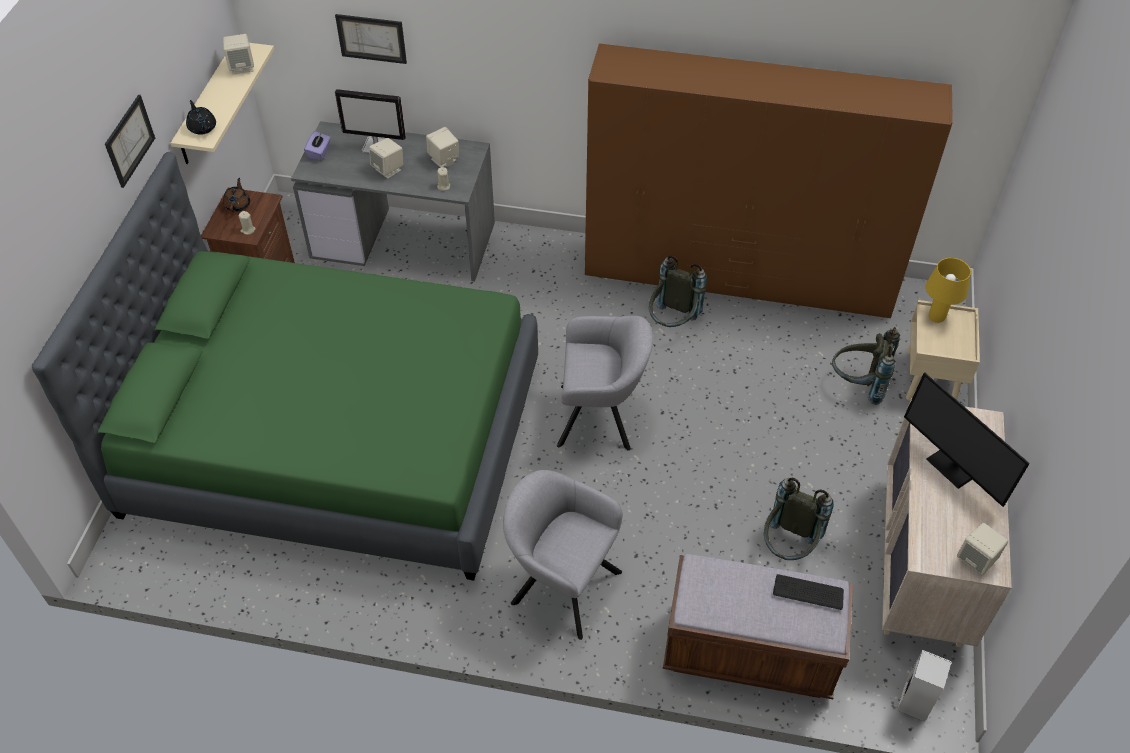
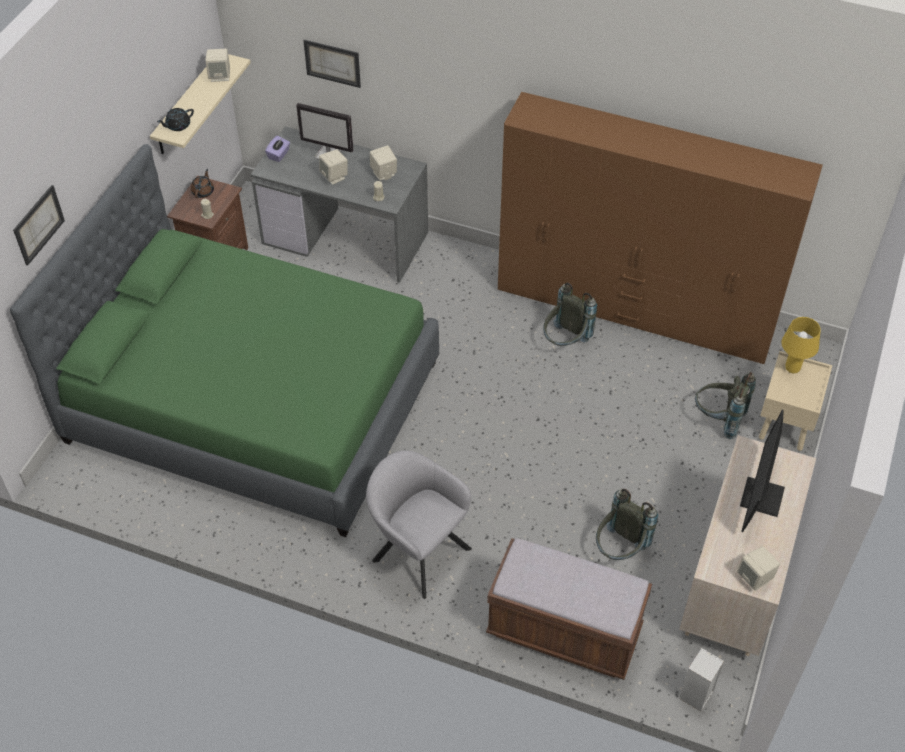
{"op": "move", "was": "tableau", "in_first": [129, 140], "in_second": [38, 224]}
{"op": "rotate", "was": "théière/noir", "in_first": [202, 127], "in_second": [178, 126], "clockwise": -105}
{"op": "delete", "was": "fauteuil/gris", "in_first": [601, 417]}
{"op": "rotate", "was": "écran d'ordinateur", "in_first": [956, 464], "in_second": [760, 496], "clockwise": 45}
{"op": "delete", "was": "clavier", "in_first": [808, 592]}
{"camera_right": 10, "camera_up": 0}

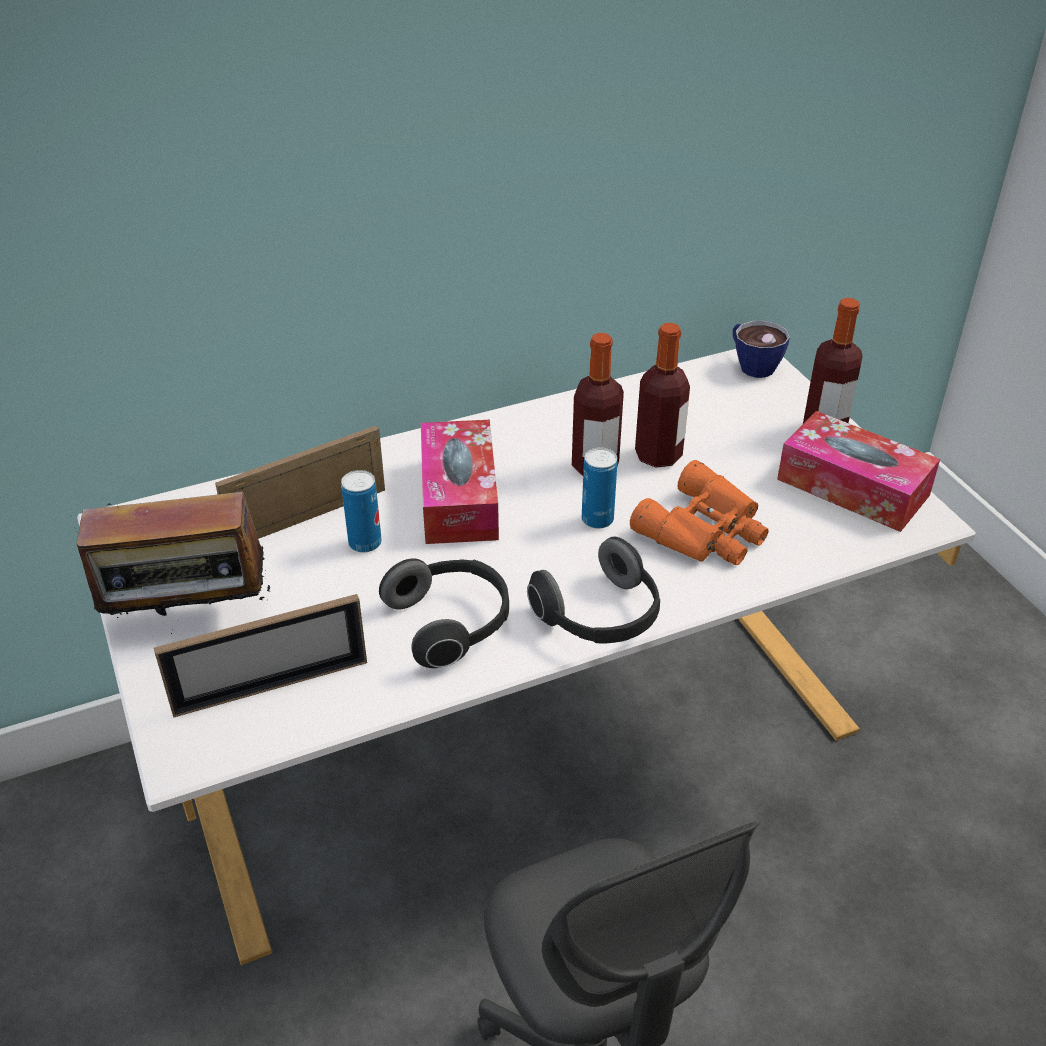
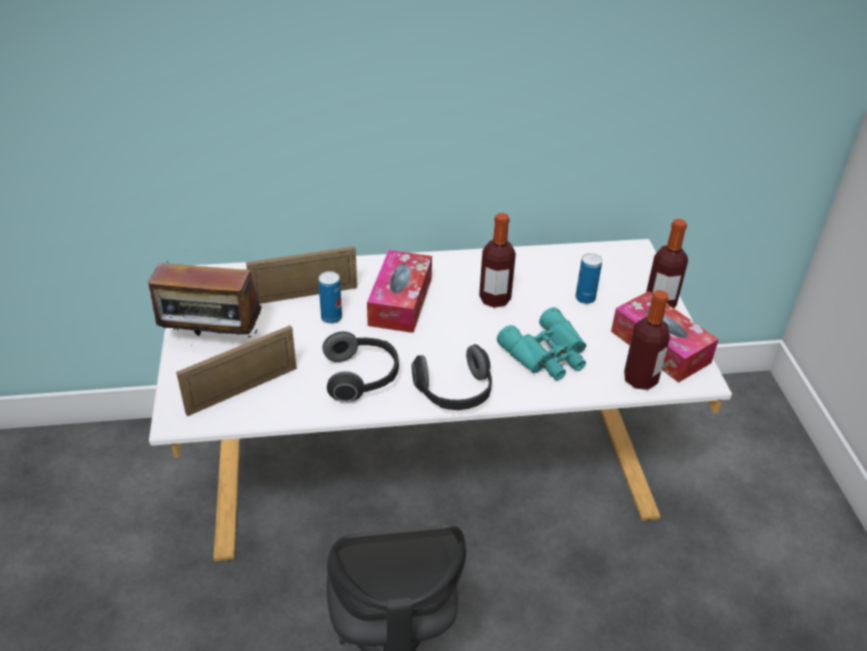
{"op": "delete", "was": "tasse", "in_first": [752, 364]}
{"op": "move", "was": "bouteille", "in_first": [658, 455], "in_second": [640, 379]}
{"op": "move", "was": "boîte métallique", "in_first": [597, 519], "in_second": [585, 298]}
{"op": "recolor", "was": "jumelles/orange", "now": "jumelles/turquoise", "in_first": [706, 531], "in_second": [547, 354]}
{"op": "rotate", "was": "cadre photo", "in_first": [271, 686], "in_second": [242, 390], "clockwise": 150}
{"camera_right": 15, "camera_up": 0}

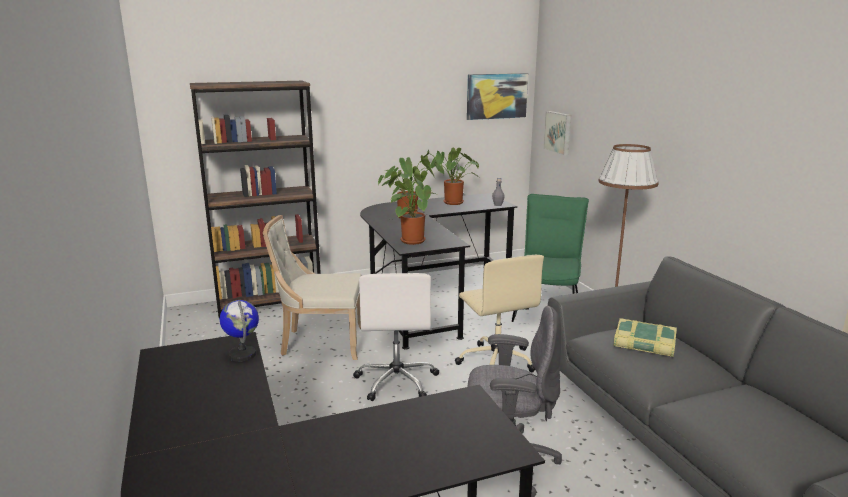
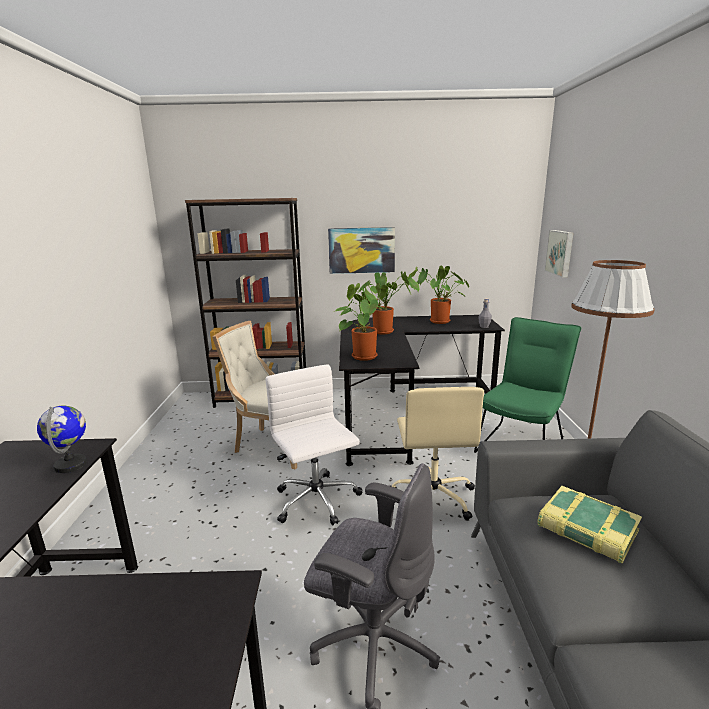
{"op": "move", "was": "tableau", "in_first": [496, 96], "in_second": [361, 250]}
{"op": "rotate", "was": "chaise de bureau/blanc", "in_first": [397, 381], "in_second": [317, 501], "clockwise": 135}
{"camera_right": 20, "camera_up": 0}

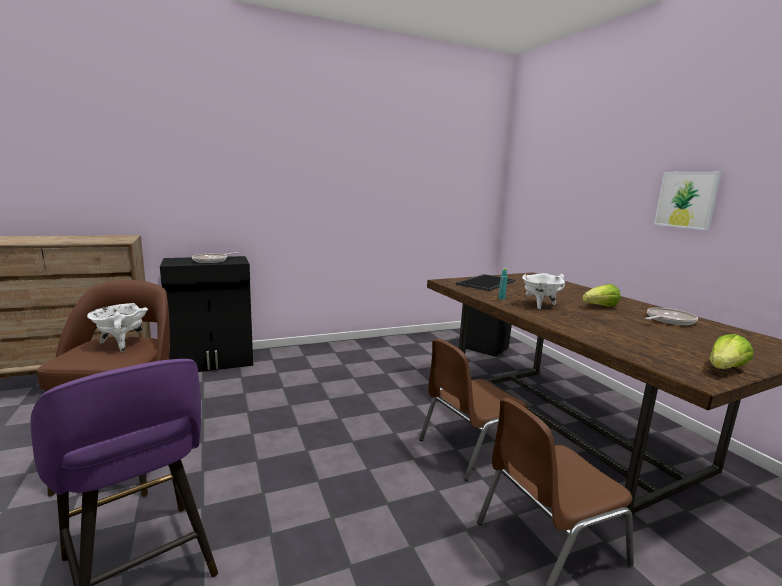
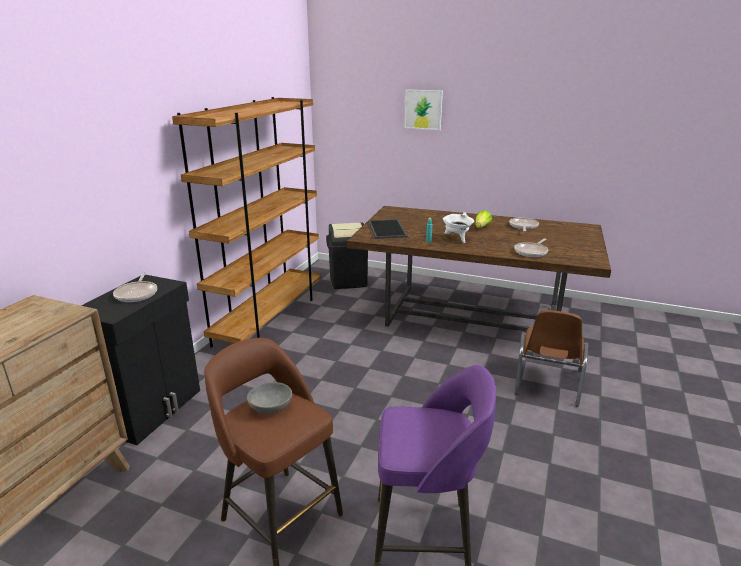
{"op": "move", "was": "tableau", "in_first": [686, 200], "in_second": [423, 109]}
{"op": "replace", "was": "marmite/blanc", "now": "bol/gris", "in_first": [121, 344], "in_second": [271, 407]}
{"op": "delete", "was": "laitue", "in_first": [725, 369]}
{"op": "delete", "was": "chaise/marron", "in_first": [470, 447]}
{"op": "insert", "now": "bibliothèque/marron", "in_second": [269, 317]}
{"op": "insert", "now": "poêle", "in_second": [531, 252]}
{"camera_right": -45, "camera_up": 10}

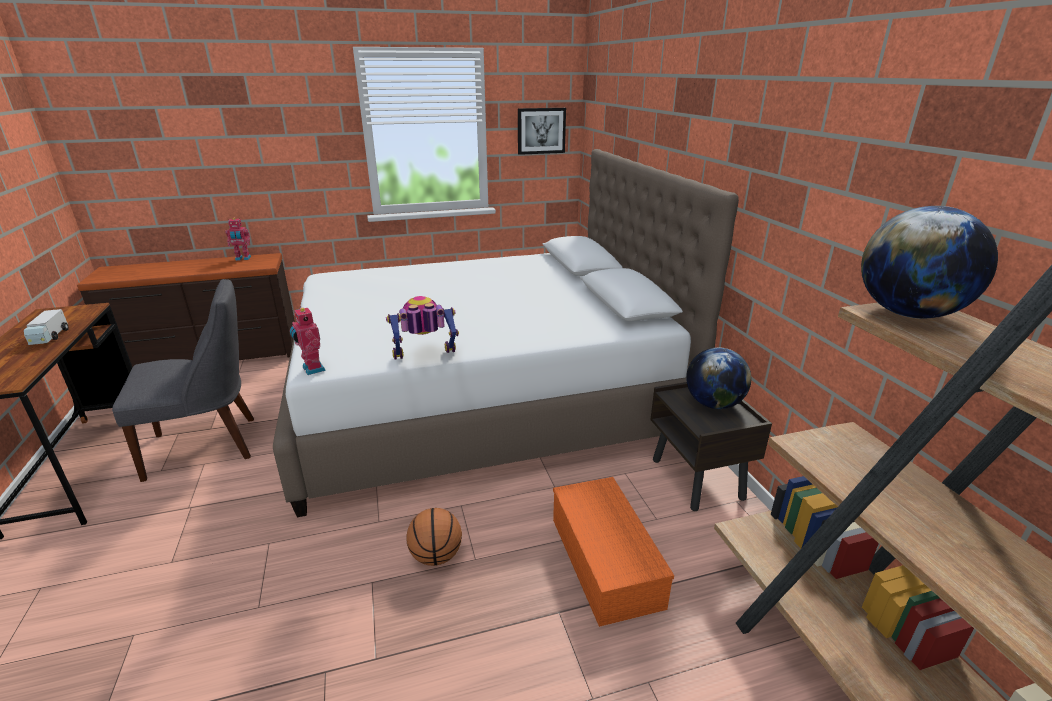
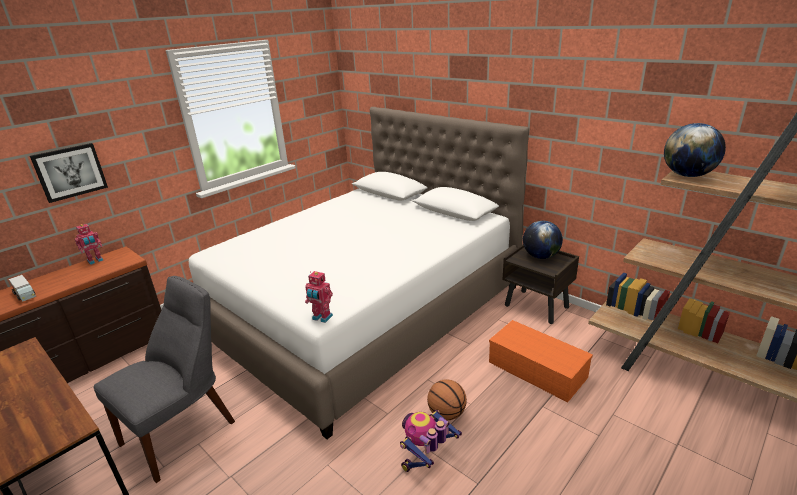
{"op": "move", "was": "tableau", "in_first": [541, 131], "in_second": [70, 172]}
{"op": "move", "was": "robot jouet", "in_first": [425, 359], "in_second": [427, 458]}
{"op": "move", "was": "camion jouet", "in_first": [50, 337], "in_second": [25, 295]}
{"camera_right": -30, "camera_up": 0}

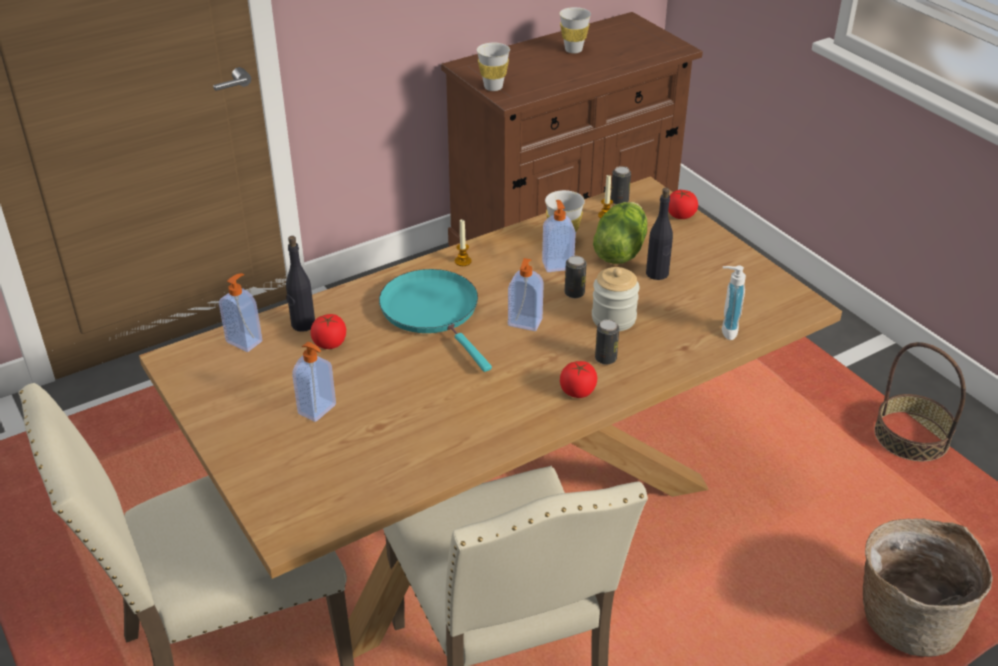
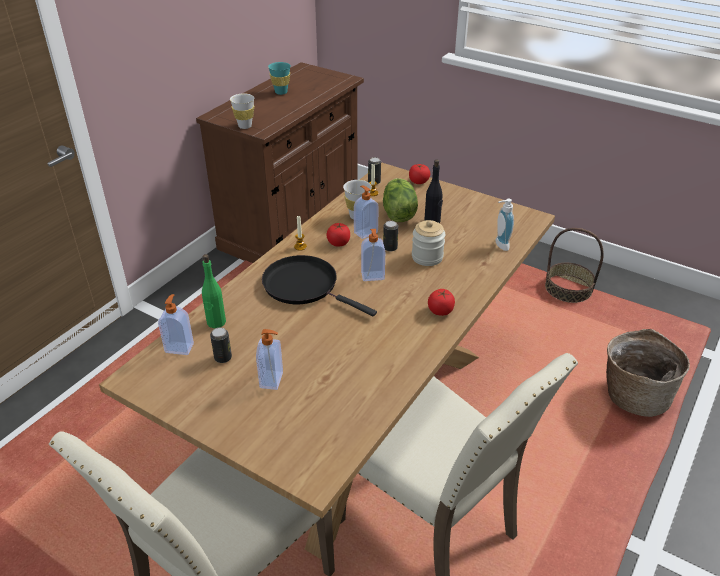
{"op": "recolor", "was": "tasse/blanc", "now": "tasse/turquoise", "in_first": [573, 50], "in_second": [281, 92]}
{"op": "recolor", "was": "bouteille/noir", "now": "bouteille/vert", "in_first": [303, 324], "in_second": [216, 322]}
{"op": "recolor", "was": "poêle/turquoise", "now": "poêle/noir", "in_first": [433, 311], "in_second": [305, 286]}
{"op": "move", "was": "tomate", "in_first": [330, 343], "in_second": [338, 243]}
{"op": "move", "was": "boîte métallique", "in_first": [605, 358], "in_second": [223, 358]}
{"camera_right": -25, "camera_up": 0}

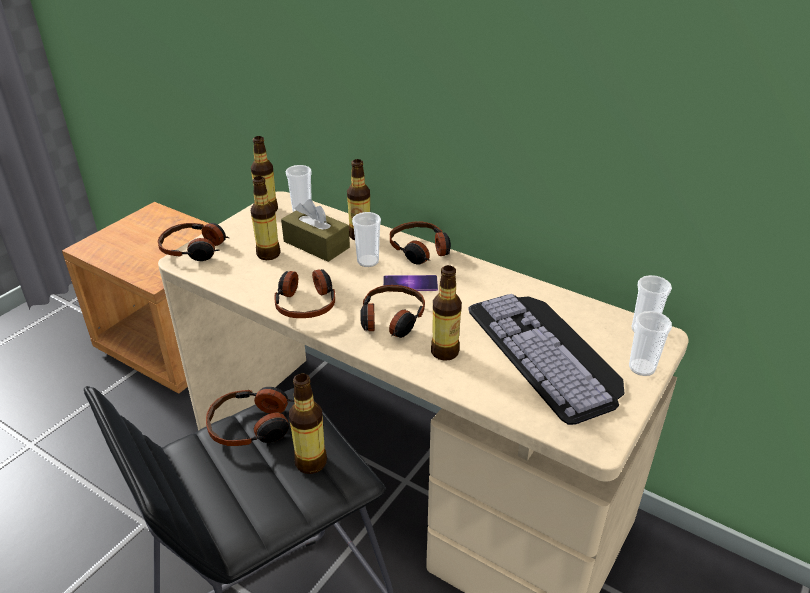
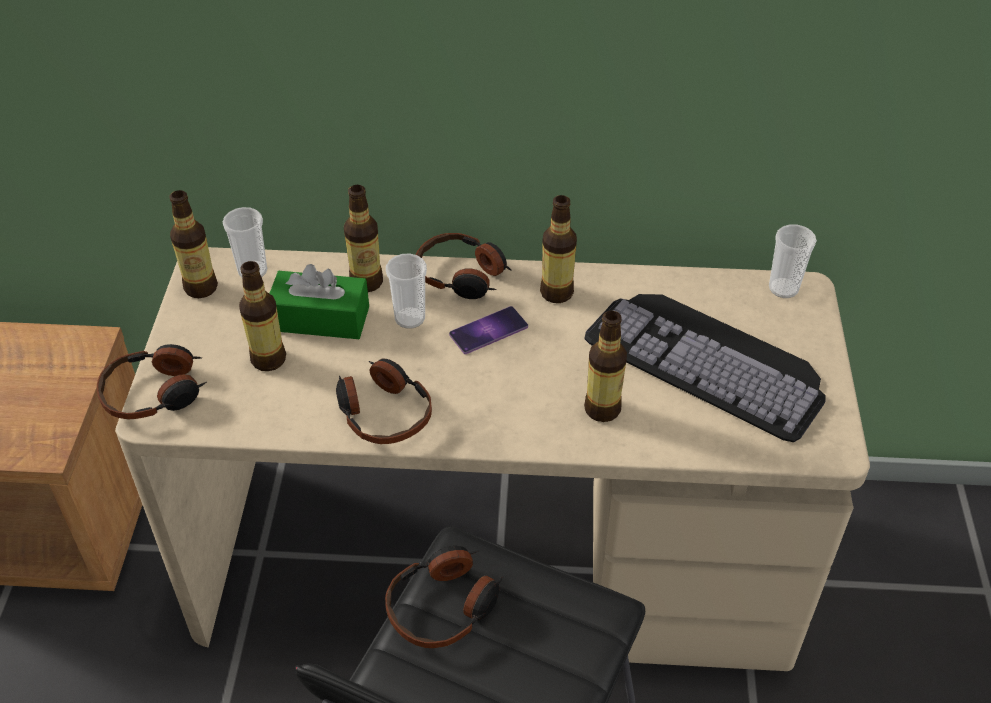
{"op": "recolor", "was": "boîte à mouchoirs/marron", "now": "boîte à mouchoirs/vert", "in_first": [316, 244], "in_second": [320, 318]}
{"op": "delete", "was": "casque audio", "in_first": [391, 320]}
{"op": "delete", "was": "tasse", "in_first": [642, 367]}
{"op": "move", "was": "bouteille", "in_first": [310, 462], "in_second": [556, 293]}
{"camera_right": -30, "camera_up": 10}

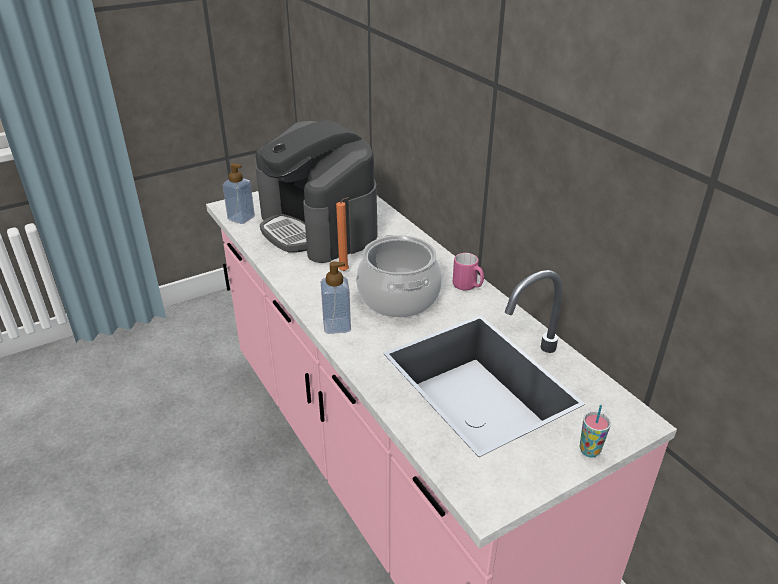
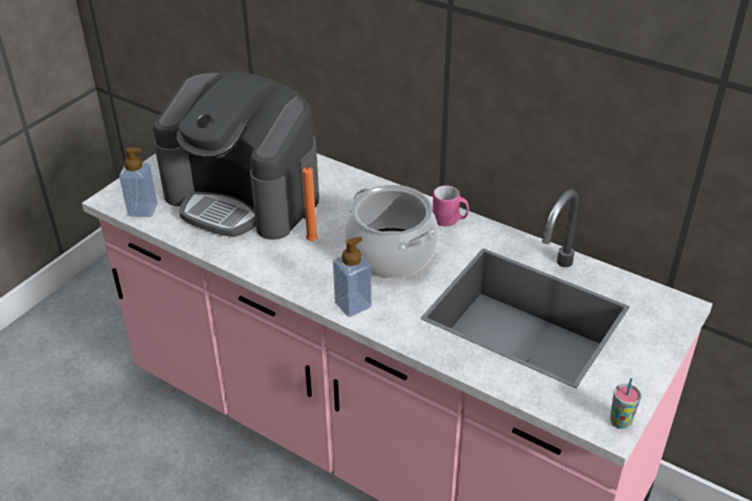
{"op": "move", "was": "tasse", "in_first": [589, 450], "in_second": [620, 422]}
{"camera_right": -25, "camera_up": 5}

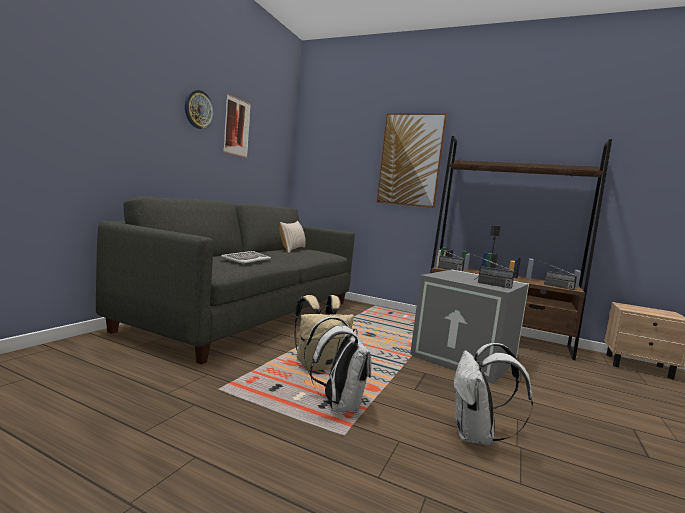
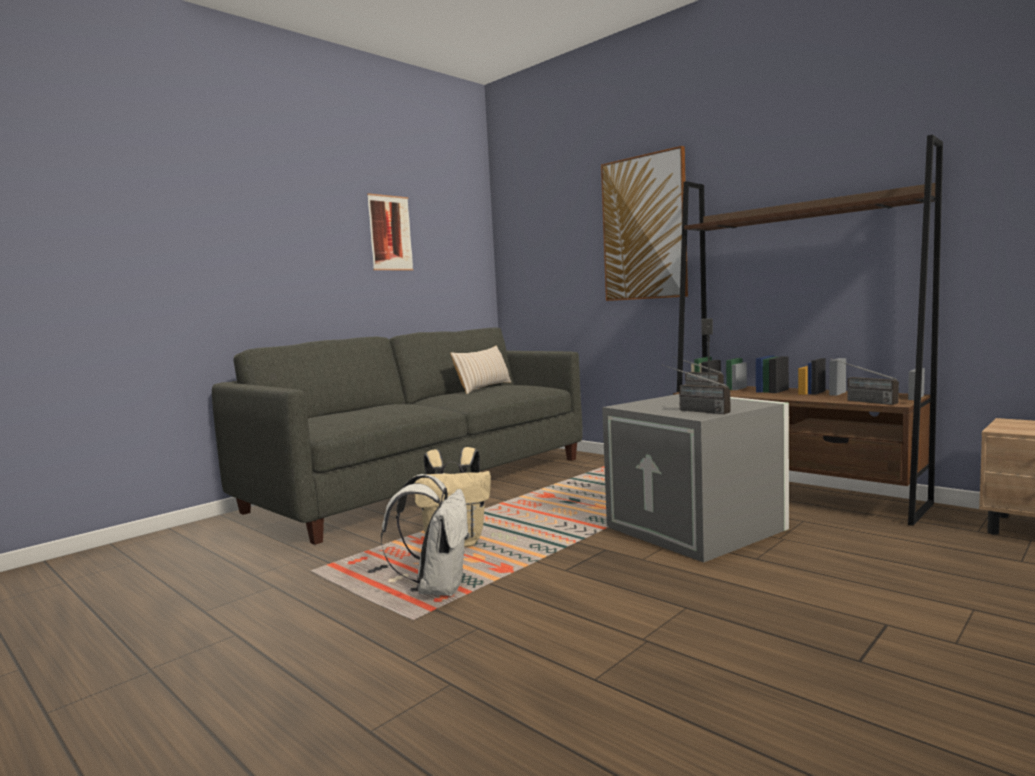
{"op": "delete", "was": "horloge murale", "in_first": [198, 109]}
{"op": "delete", "was": "clavier", "in_first": [246, 260]}
{"op": "delete", "was": "sac à dos/blanc", "in_first": [476, 437]}
{"camera_right": 20, "camera_up": 0}

